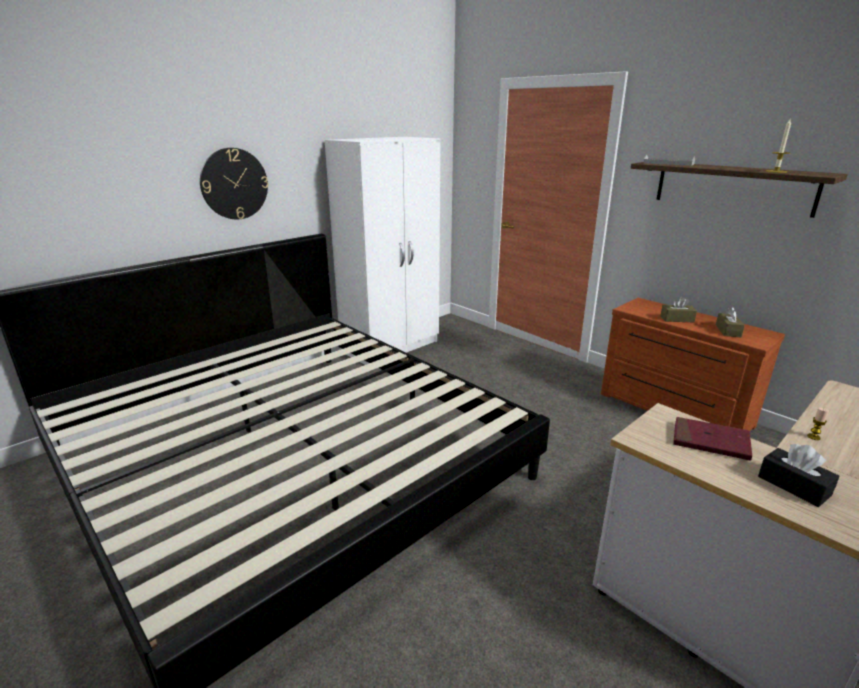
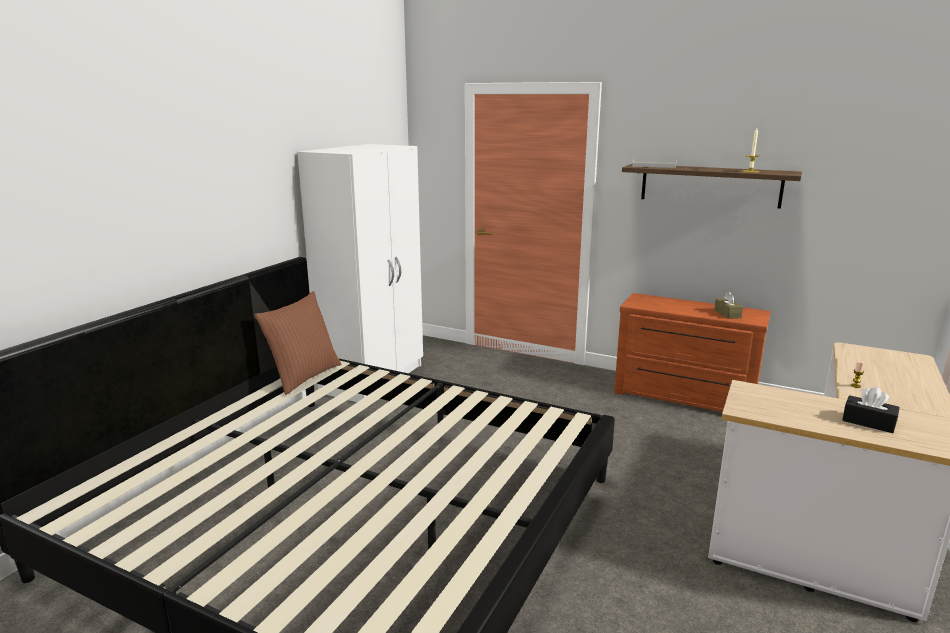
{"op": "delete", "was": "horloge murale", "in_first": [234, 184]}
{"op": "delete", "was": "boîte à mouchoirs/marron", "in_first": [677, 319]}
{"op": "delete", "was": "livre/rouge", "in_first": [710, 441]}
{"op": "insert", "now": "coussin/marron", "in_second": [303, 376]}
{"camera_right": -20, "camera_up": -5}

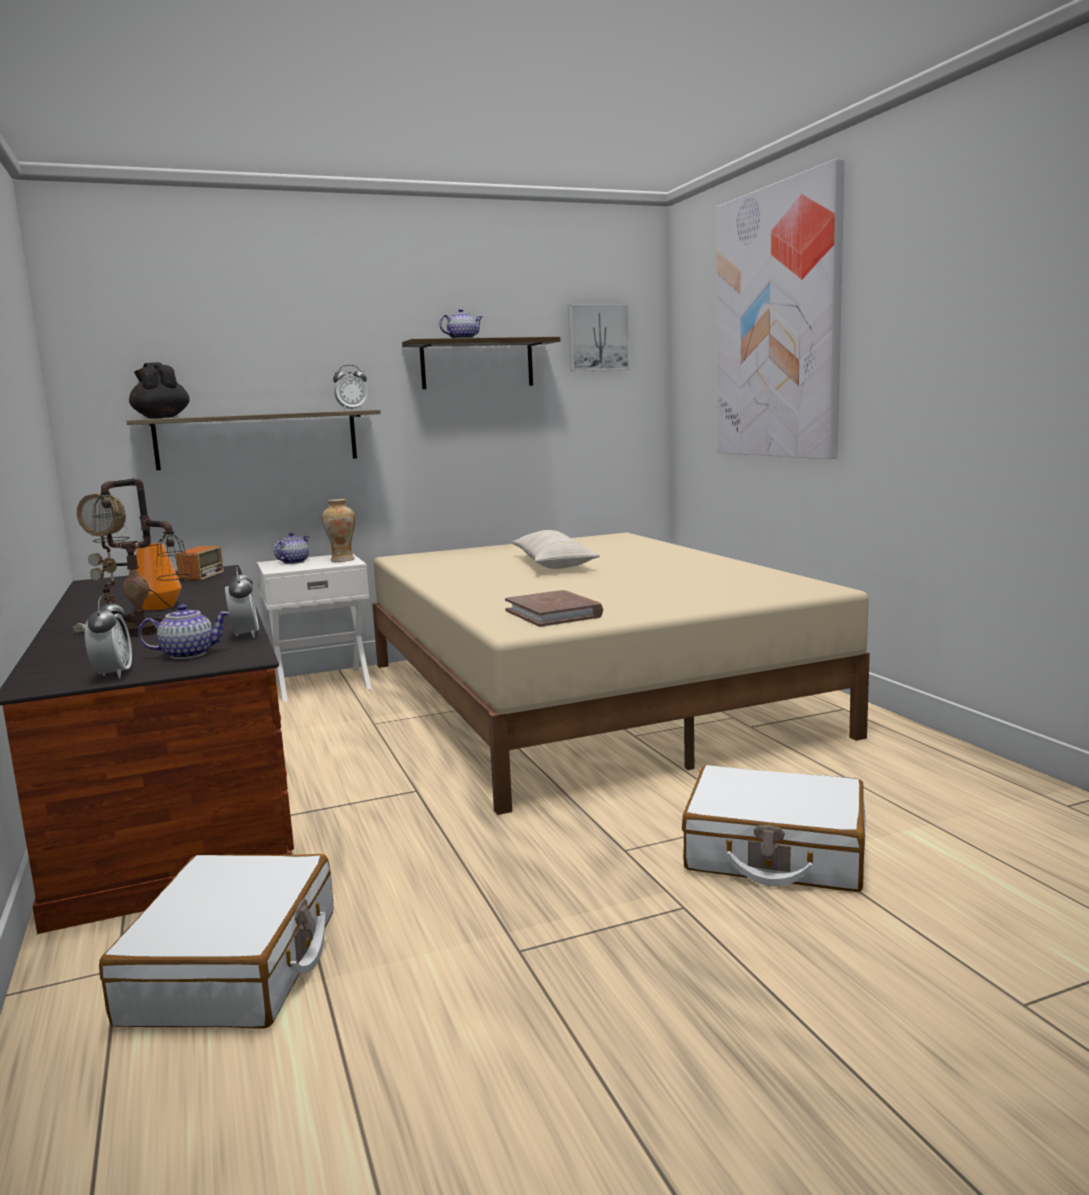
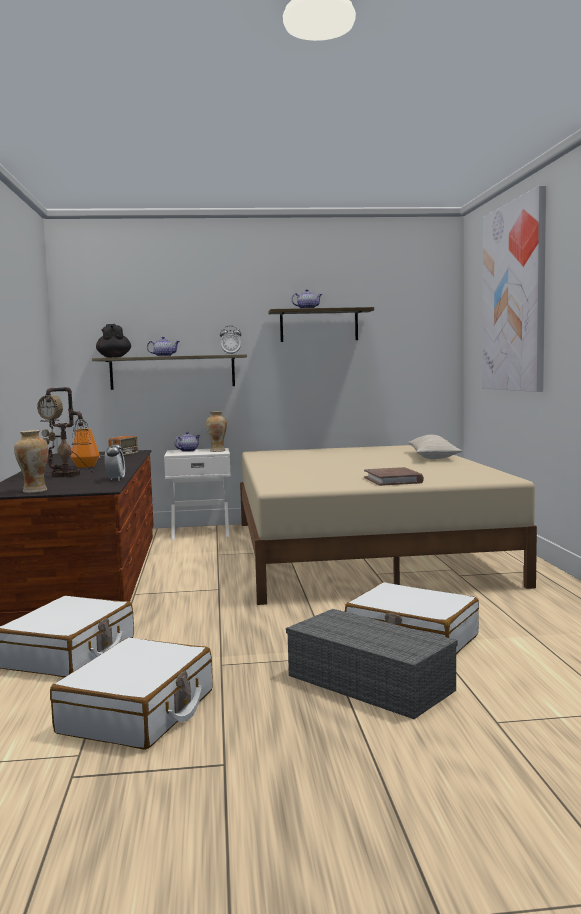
{"op": "delete", "was": "tableau", "in_first": [597, 338]}
{"op": "move", "was": "coussin/beige", "in_first": [553, 564], "in_second": [433, 457]}
{"op": "move", "was": "livre/marron", "in_first": [553, 613], "in_second": [393, 480]}
{"op": "replace", "was": "réveil", "now": "vase", "in_first": [113, 674], "in_second": [34, 491]}
{"op": "move", "was": "théière", "in_first": [187, 654], "in_second": [163, 356]}
{"op": "insert", "now": "boîte de rangement/gris", "in_second": [372, 683]}
{"op": "insert", "now": "valise/blanc", "in_second": [138, 712]}
{"camera_right": 15, "camera_up": -5}

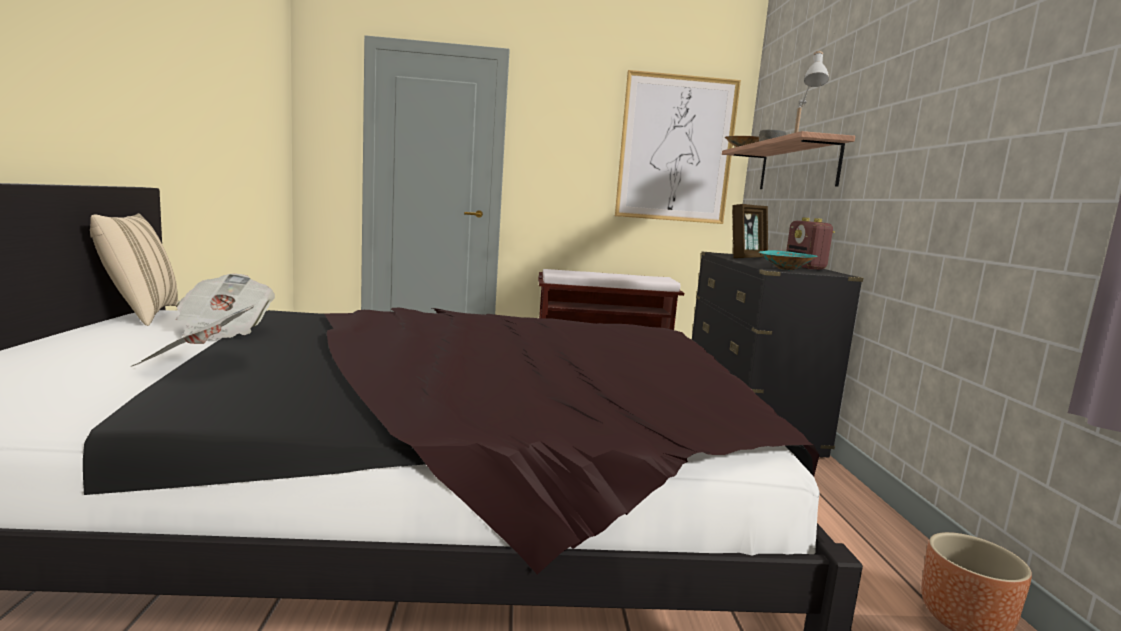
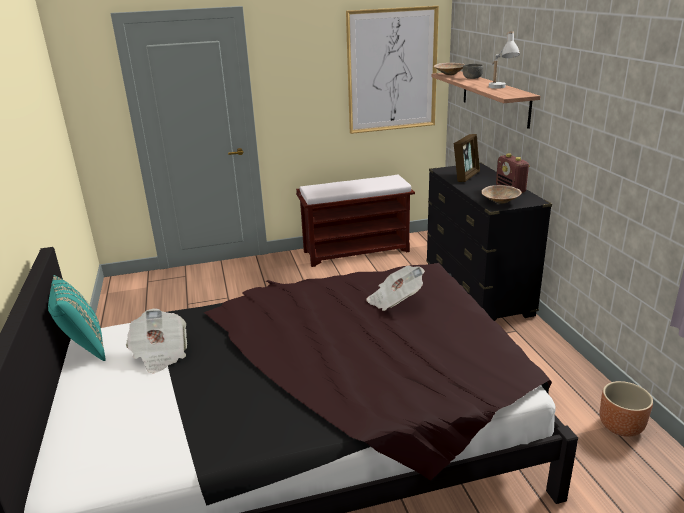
{"op": "recolor", "was": "coussin/beige", "now": "coussin/turquoise", "in_first": [140, 315], "in_second": [82, 347]}
{"op": "recolor", "was": "bol/turquoise", "now": "bol/beige", "in_first": [784, 269], "in_second": [500, 202]}
{"op": "move", "was": "journal", "in_first": [195, 364], "in_second": [395, 301]}
{"camera_right": -10, "camera_up": 15}

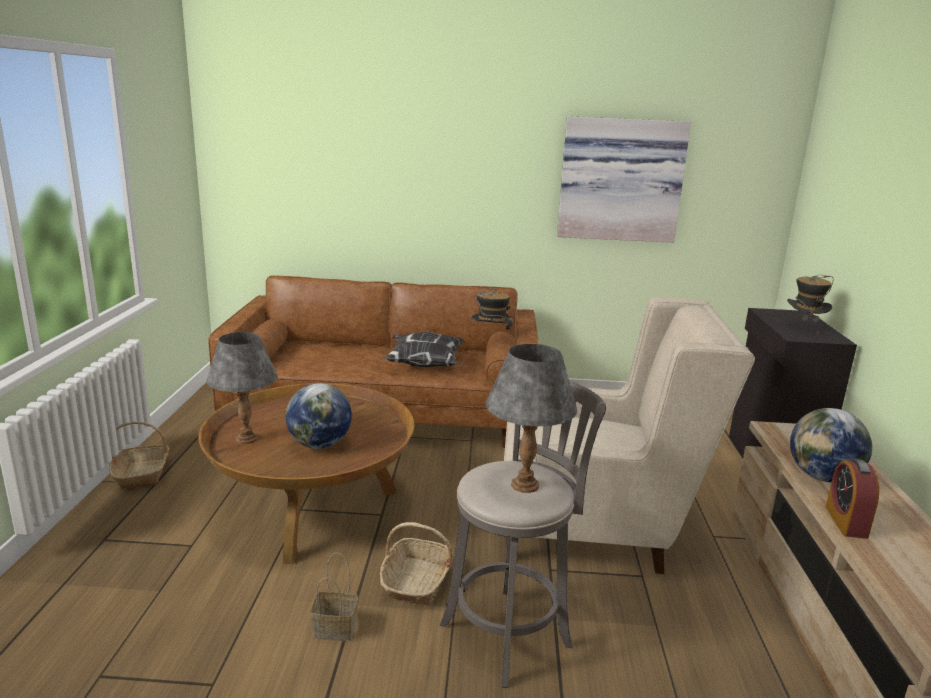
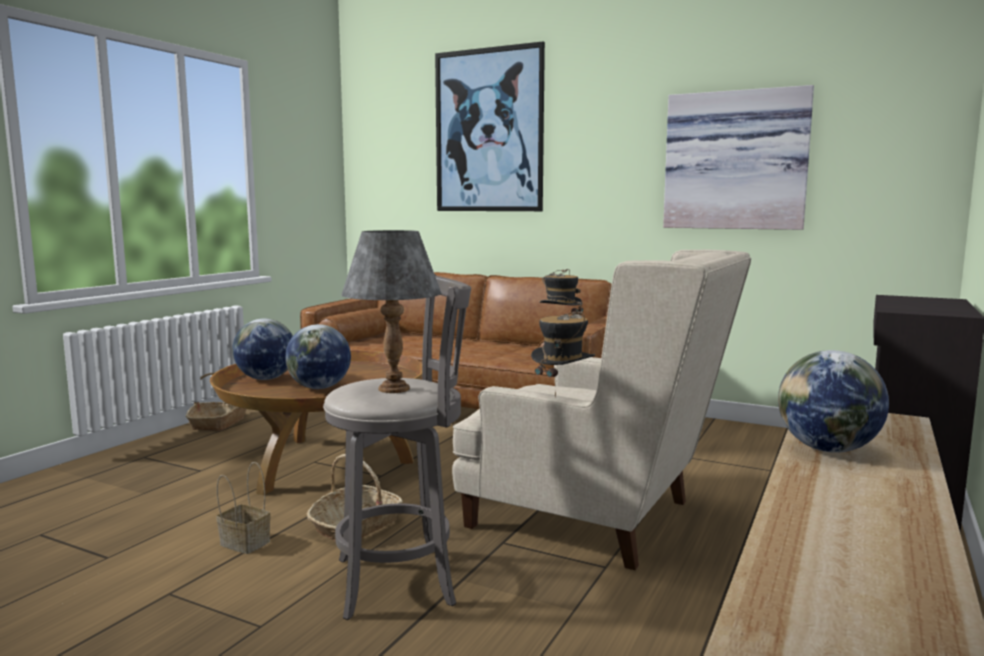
{"op": "move", "was": "chapeau", "in_first": [804, 328], "in_second": [562, 390]}
{"op": "delete", "was": "coussin", "in_first": [423, 365]}
{"op": "replace", "was": "lampe de table/gris", "now": "globe", "in_first": [246, 439], "in_second": [265, 379]}
{"op": "delete", "was": "réveil", "in_first": [846, 521]}
{"op": "insert", "now": "tableau", "in_second": [489, 131]}
{"camera_right": 25, "camera_up": -10}

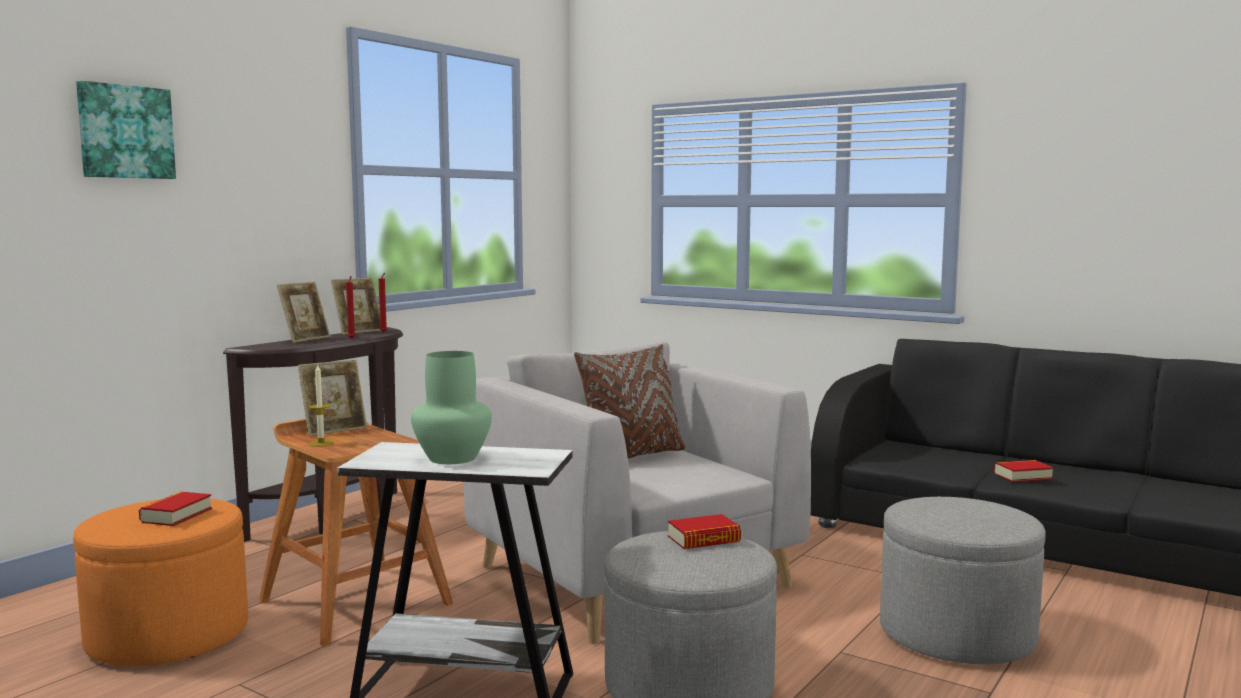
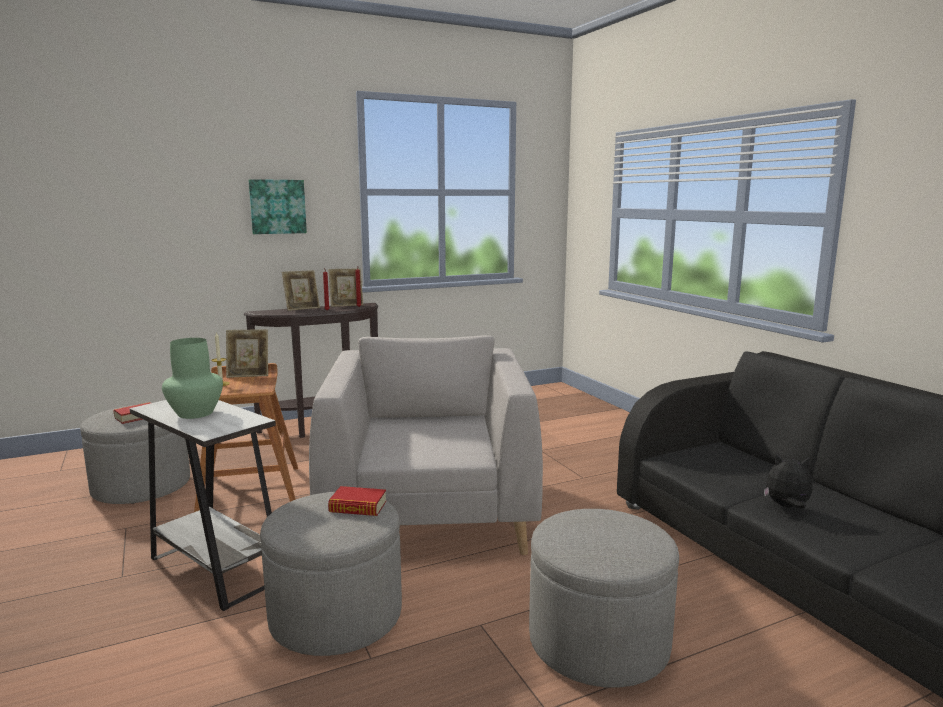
{"op": "move", "was": "tableau", "in_first": [125, 132], "in_second": [277, 206]}
{"op": "delete", "was": "coussin/marron", "in_first": [632, 457]}
{"op": "replace", "was": "livre", "now": "peluche", "in_first": [1023, 476], "in_second": [787, 507]}
{"op": "recolor", "was": "pouf/orange", "now": "pouf/gris", "in_first": [168, 635], "in_second": [141, 486]}
{"camera_right": 30, "camera_up": 5}

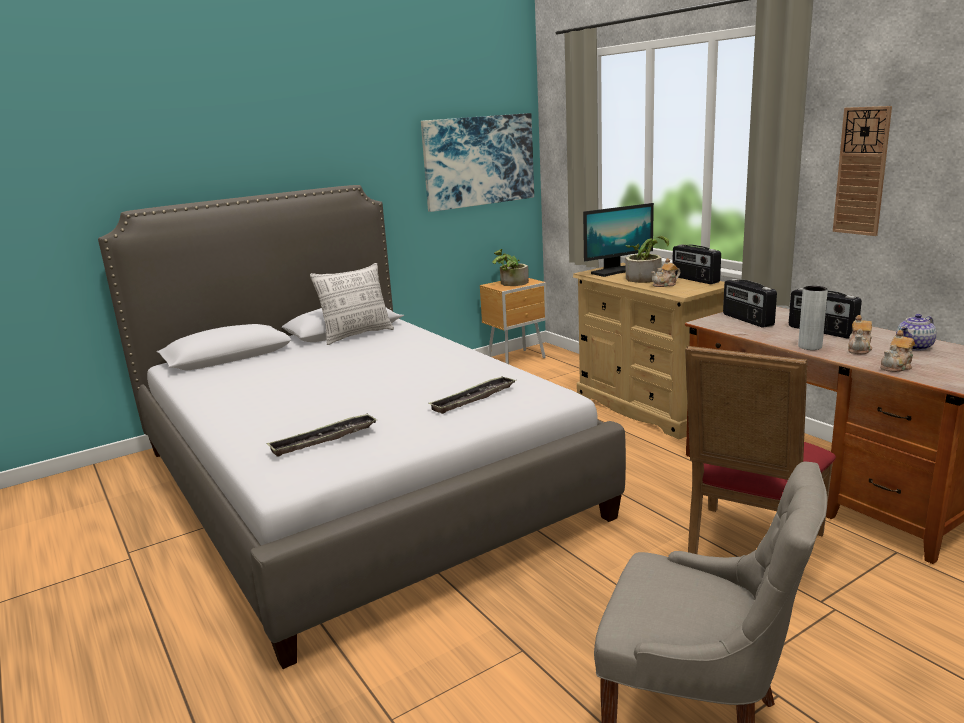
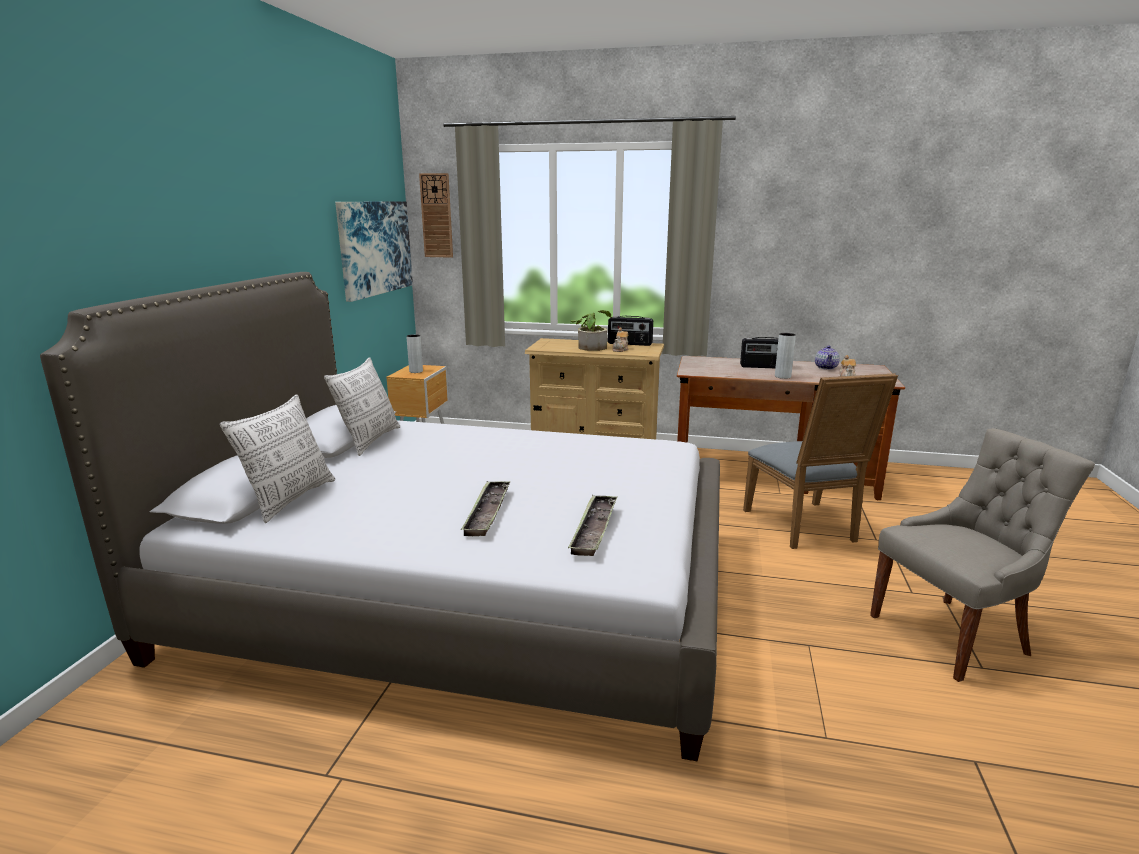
{"op": "move", "was": "horloge murale", "in_first": [861, 171], "in_second": [436, 216]}
{"op": "delete", "was": "écran d'ordinateur", "in_first": [618, 271]}
{"op": "replace", "was": "plante en pot", "now": "vase/gris", "in_first": [510, 283], "in_second": [416, 371]}
{"op": "delete", "was": "radio", "in_first": [747, 320]}
{"op": "delete", "was": "théière", "in_first": [859, 349]}
{"op": "recolor", "was": "chaise/rouge", "now": "chaise/gris", "in_first": [748, 552], "in_second": [804, 528]}
{"op": "move", "was": "plateau", "in_first": [473, 399], "in_second": [487, 512]}
{"op": "insert", "now": "coussin", "in_second": [290, 499]}
{"camera_right": -45, "camera_up": 0}

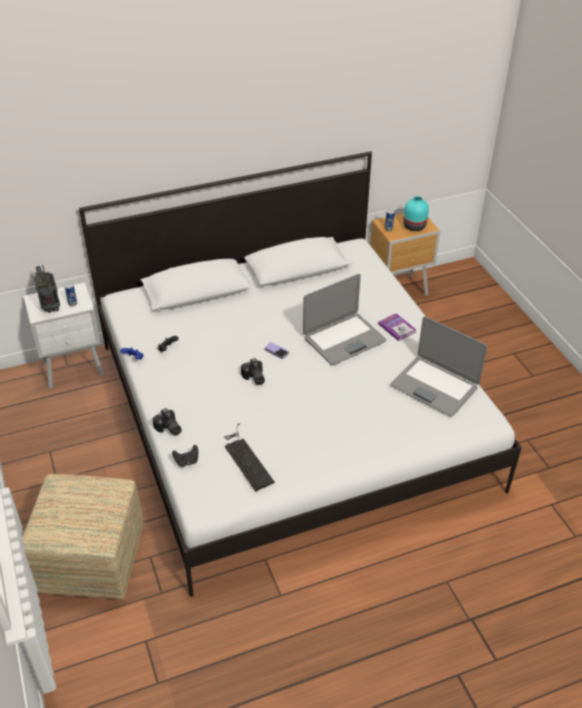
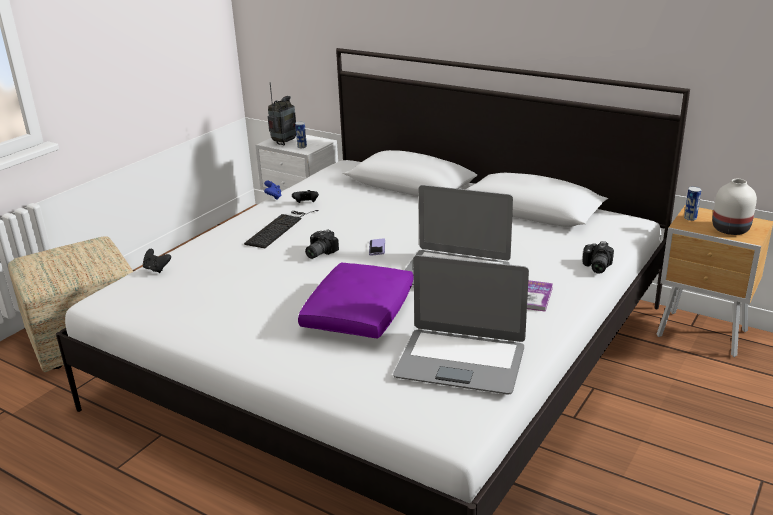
{"op": "recolor", "was": "vase/turquoise", "now": "vase/blanc", "in_first": [414, 227], "in_second": [729, 229]}
{"op": "rotate", "was": "ordinateur portable", "in_first": [434, 386], "in_second": [460, 361], "clockwise": -75}
{"op": "move", "was": "appareil photo", "in_first": [168, 429], "in_second": [595, 267]}
{"op": "move", "was": "clavier", "in_first": [246, 458], "in_second": [280, 228]}
{"op": "insert", "now": "coussin/violet", "in_second": [358, 315]}
{"camera_right": 55, "camera_up": -15}

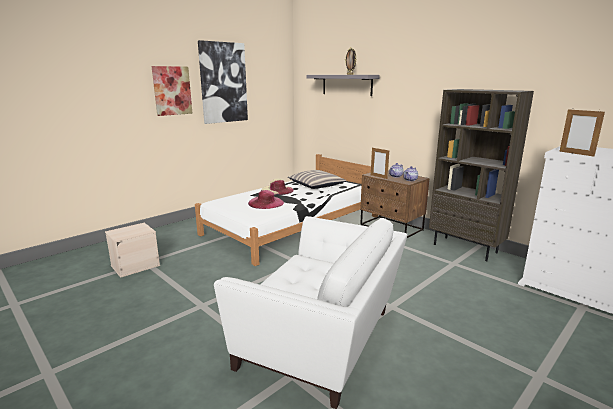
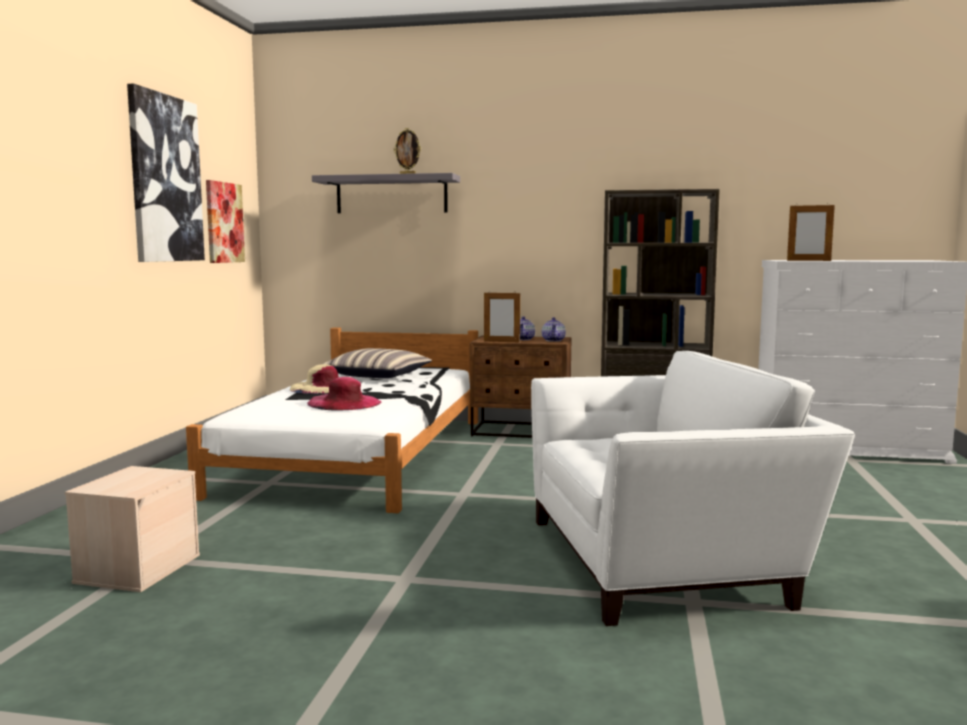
{"op": "move", "was": "tableau", "in_first": [172, 90], "in_second": [224, 222]}
{"camera_right": -35, "camera_up": -10}

